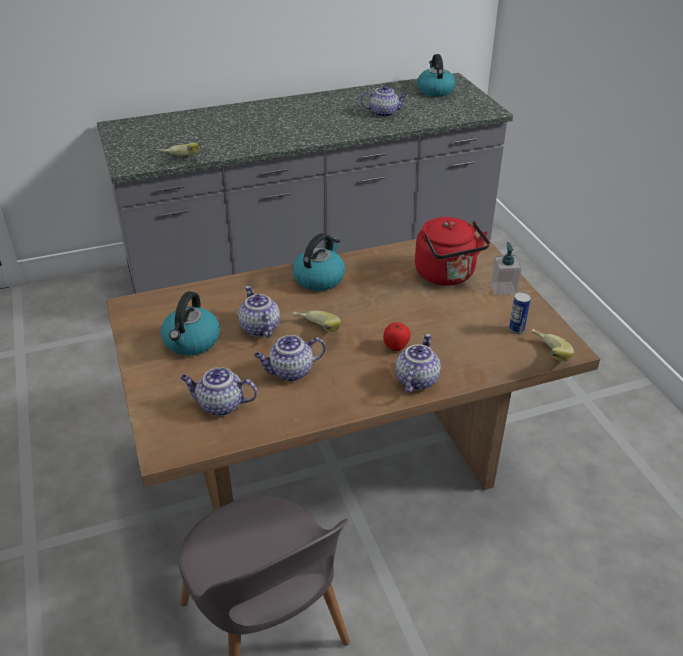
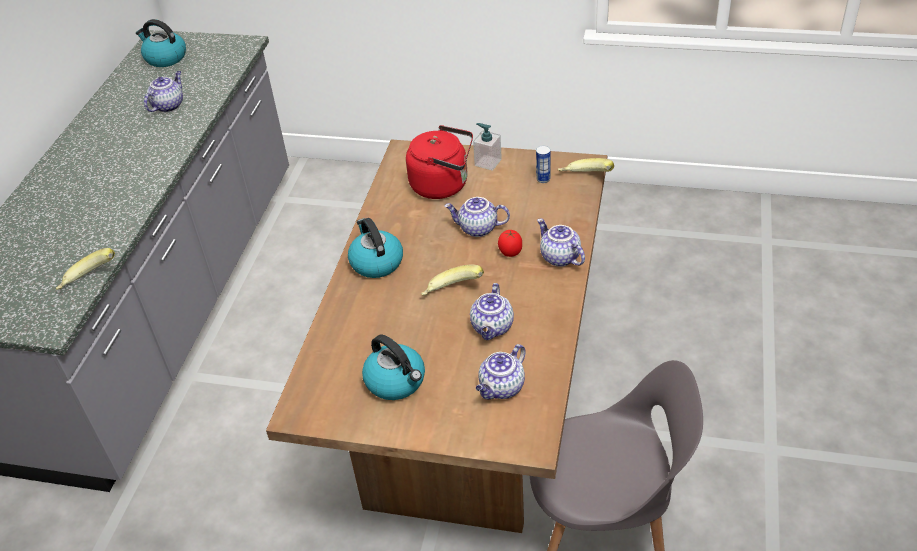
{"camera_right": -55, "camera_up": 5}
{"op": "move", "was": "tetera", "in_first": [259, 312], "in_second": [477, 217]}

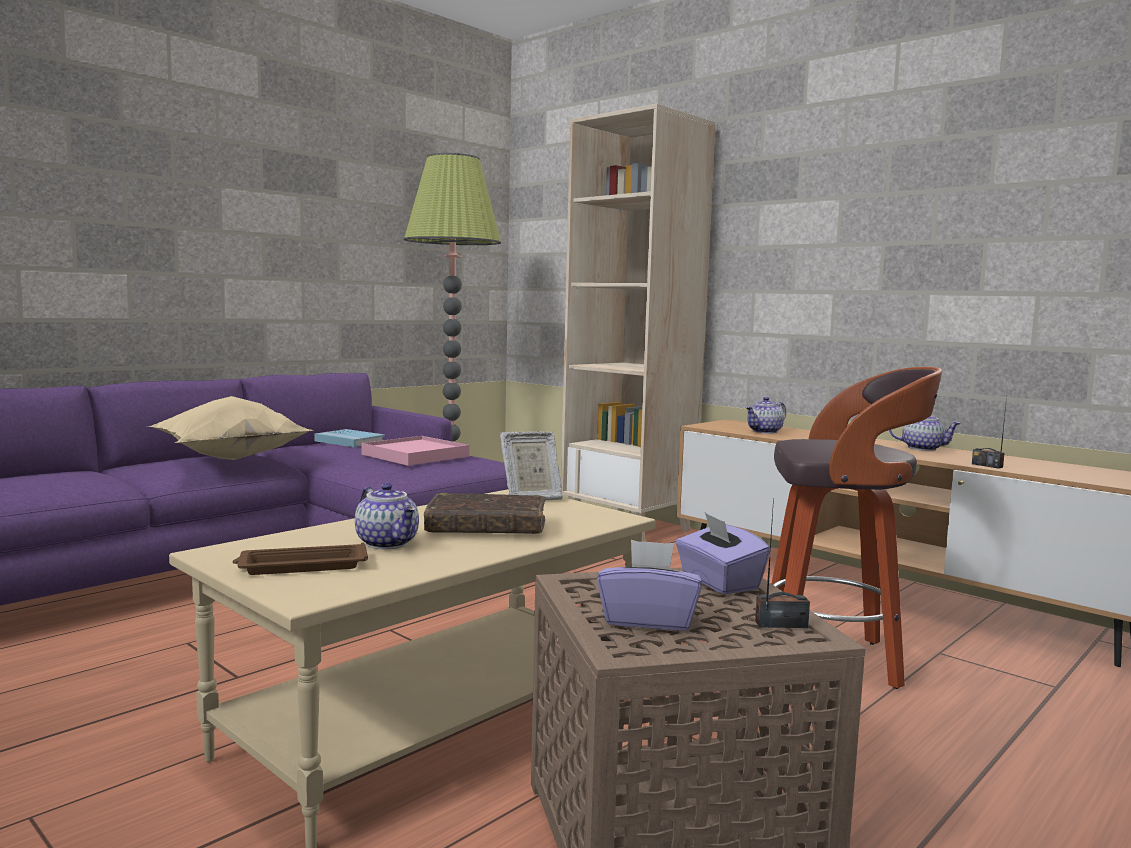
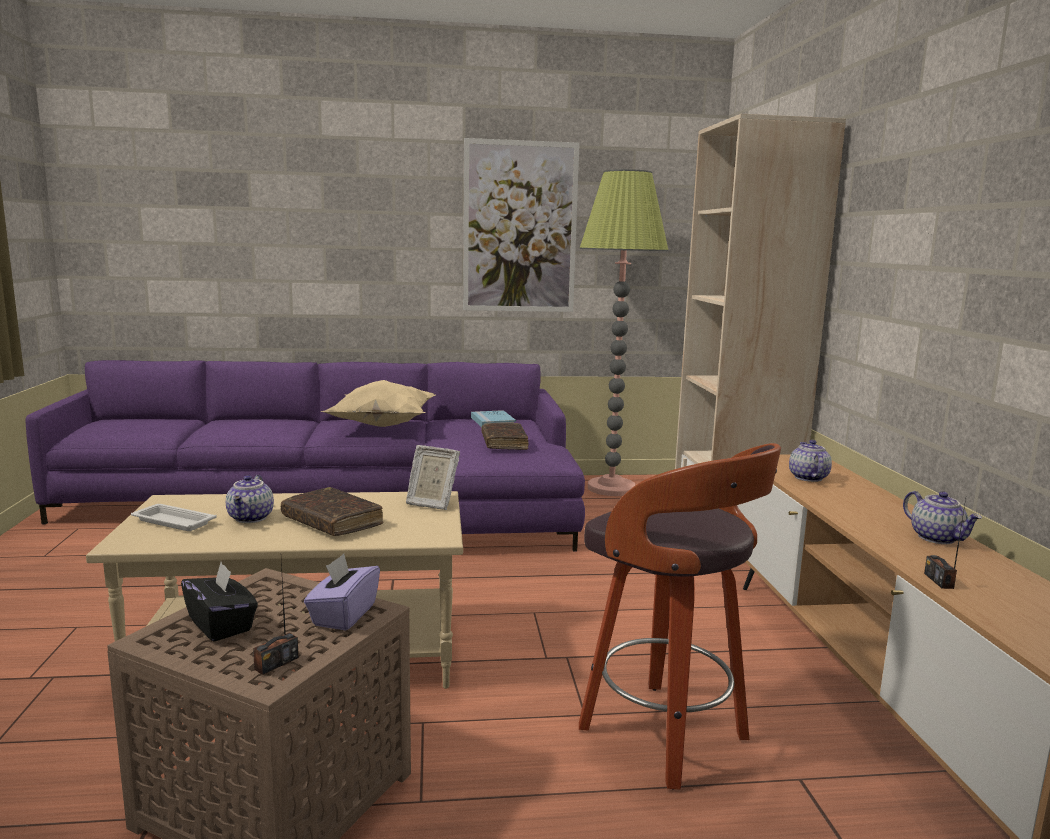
{"camera_right": 40, "camera_up": 5}
{"op": "insert", "now": "cuadro", "in_second": [521, 225]}
{"op": "replace", "was": "bandeja (rosa)", "now": "libro (marrón)", "in_first": [415, 451], "in_second": [505, 436]}
{"op": "recolor", "was": "bandeja (marrón)", "now": "bandeja (blanco)", "in_first": [300, 558], "in_second": [173, 517]}
{"op": "recolor", "was": "caja de pañuelos (morado)", "now": "caja de pañuelos (negro)", "in_first": [649, 585], "in_second": [219, 602]}
{"op": "rotate", "was": "tetera", "in_first": [765, 415], "in_second": [810, 461], "clockwise": 90}
{"op": "rotate", "was": "radio", "in_first": [782, 563], "in_second": [276, 618], "clockwise": 90}

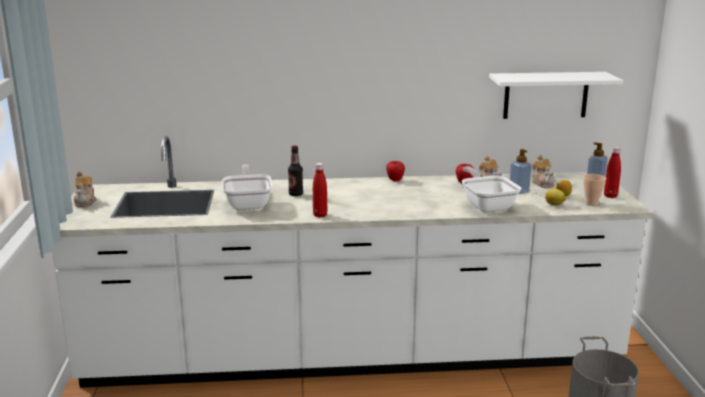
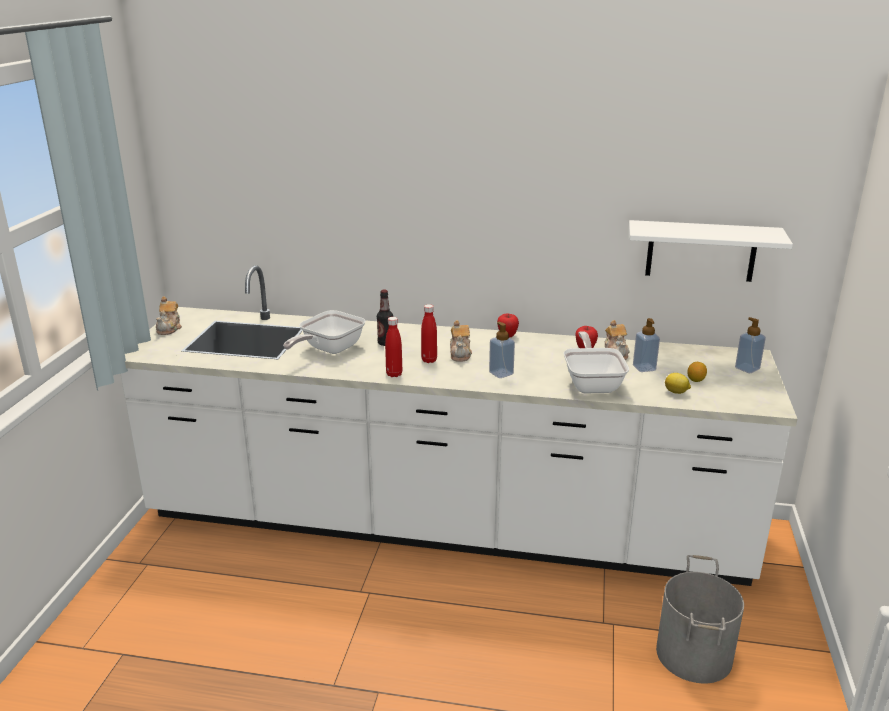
{"camera_right": 15, "camera_up": 5}
{"op": "delete", "was": "taza", "in_first": [594, 190]}
{"op": "insert", "now": "dispensador de jabón", "in_second": [502, 350]}
{"op": "move", "was": "tetera", "in_first": [543, 171], "in_second": [461, 341]}
{"op": "move", "was": "botella (rojo)", "in_first": [612, 172], "in_second": [429, 333]}
{"op": "rotate", "was": "sartén", "in_first": [247, 187], "in_second": [324, 332], "clockwise": -150}

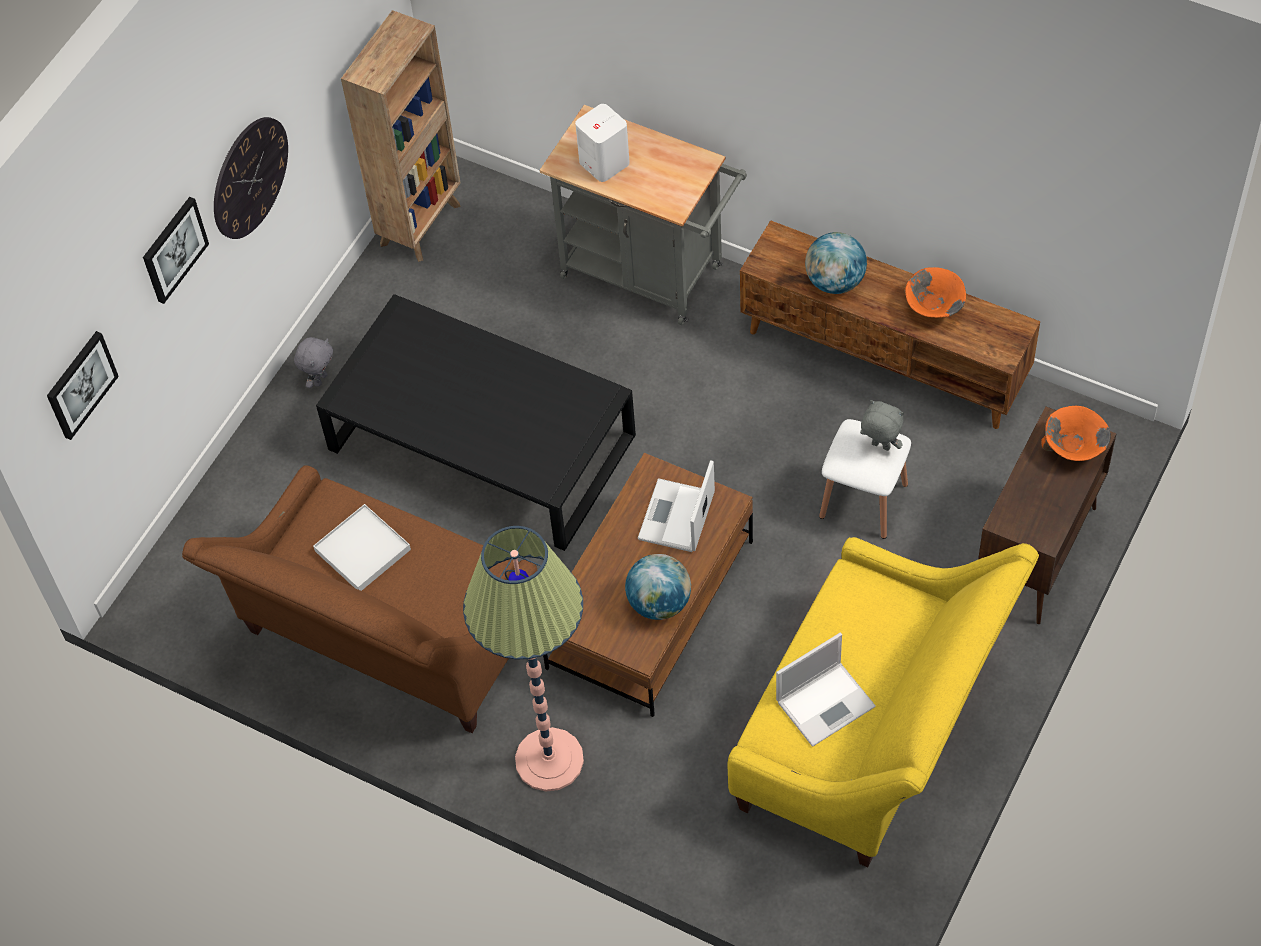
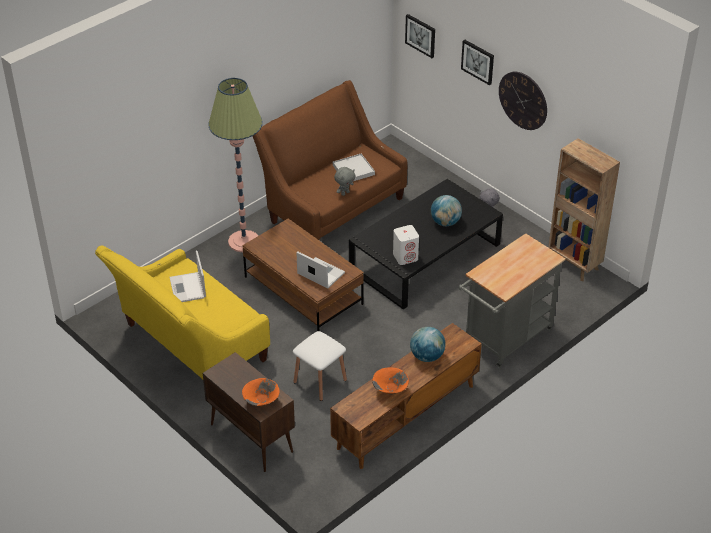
{"camera_right": 105, "camera_up": -15}
{"op": "move", "was": "altavoz (blanco)", "in_first": [602, 143], "in_second": [406, 245]}
{"op": "move", "was": "globo terráqueo", "in_first": [658, 587], "in_second": [446, 210]}
{"op": "move", "was": "peluche (gris)", "in_first": [882, 425], "in_second": [345, 181]}

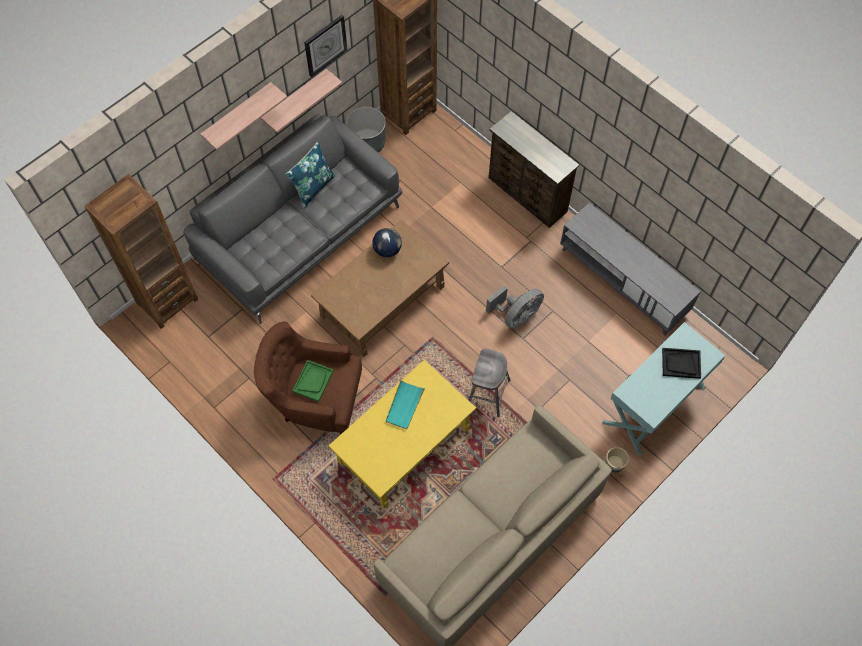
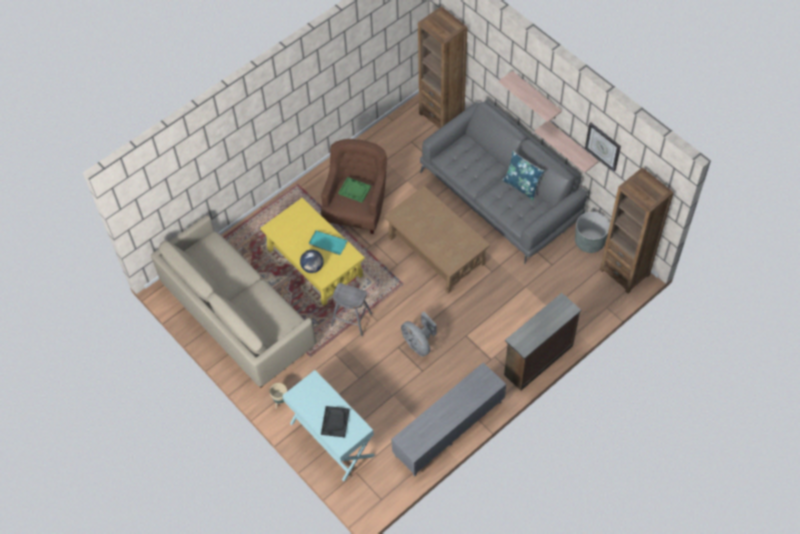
{"camera_right": 95, "camera_up": -5}
{"op": "move", "was": "globo terráqueo", "in_first": [387, 242], "in_second": [312, 261]}

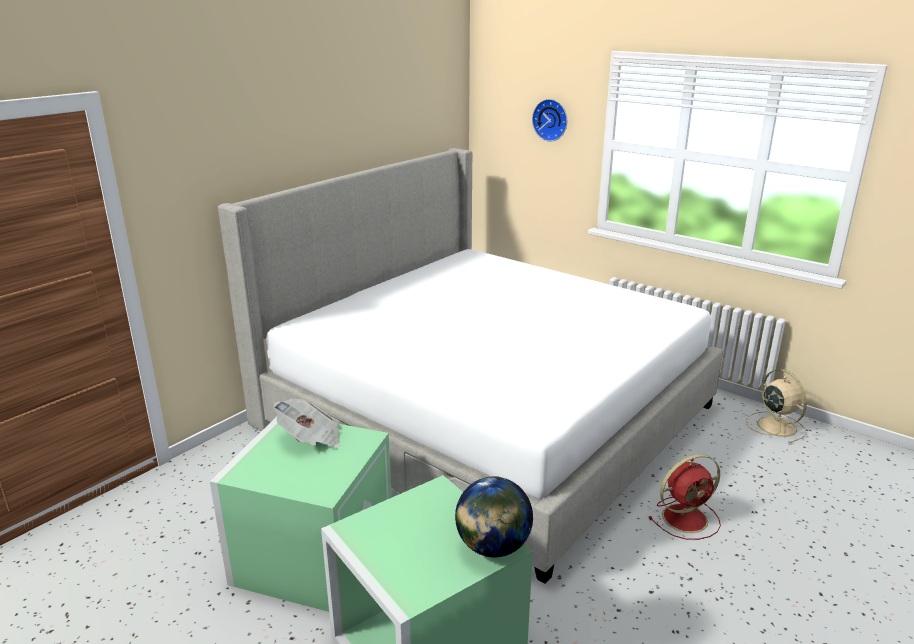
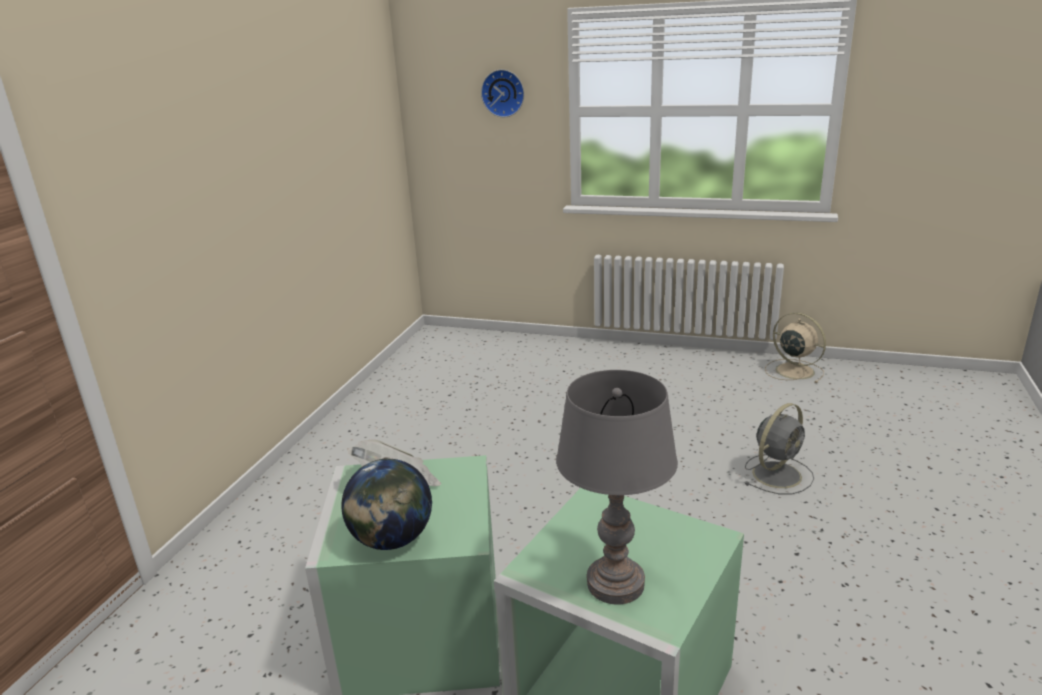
{"camera_right": -20, "camera_up": 0}
{"op": "delete", "was": "cama", "in_first": [470, 366]}
{"op": "insert", "now": "lámpara de mesa (gris)", "in_second": [617, 487]}
{"op": "move", "was": "globo terráqueo", "in_first": [494, 516], "in_second": [387, 504]}
{"op": "recolor", "was": "ventilador (rojo)", "now": "ventilador (gris)", "in_first": [684, 497], "in_second": [779, 448]}

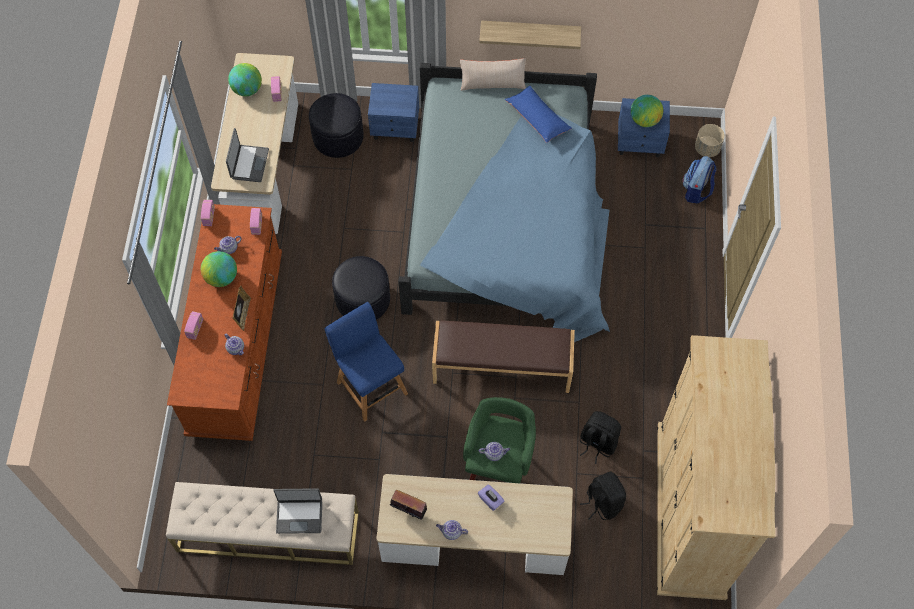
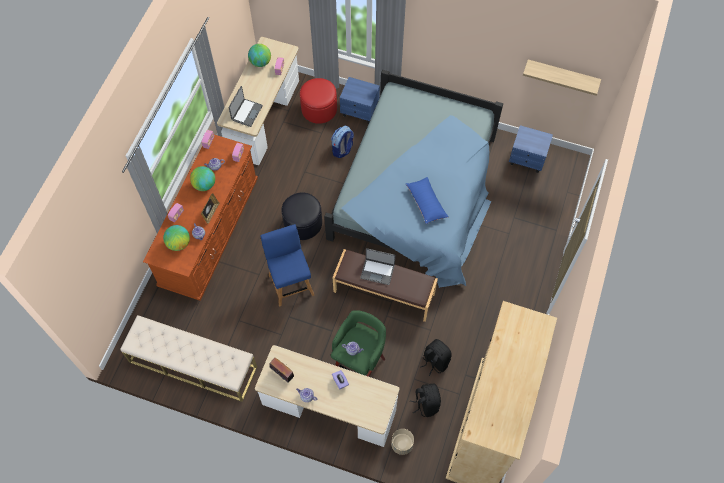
{"camera_right": 15, "camera_up": 0}
{"op": "delete", "was": "cojín (beis)", "in_first": [493, 74]}
{"op": "move", "was": "portátil", "in_first": [298, 511], "in_second": [377, 266]}
{"op": "move", "was": "estante", "in_first": [530, 35], "in_second": [562, 77]}
{"op": "move", "was": "cojín (azul)", "in_first": [538, 114], "in_second": [427, 200]}
{"op": "move", "was": "globo terráqueo", "in_first": [647, 111], "in_second": [176, 238]}
{"op": "move", "was": "mochila", "in_first": [700, 179], "in_second": [342, 142]}
{"op": "move", "was": "maceta (beis)", "in_first": [710, 140], "in_second": [402, 442]}
{"op": "recolor", "was": "puf (negro)", "now": "puf (rojo)", "in_first": [336, 125], "in_second": [318, 101]}

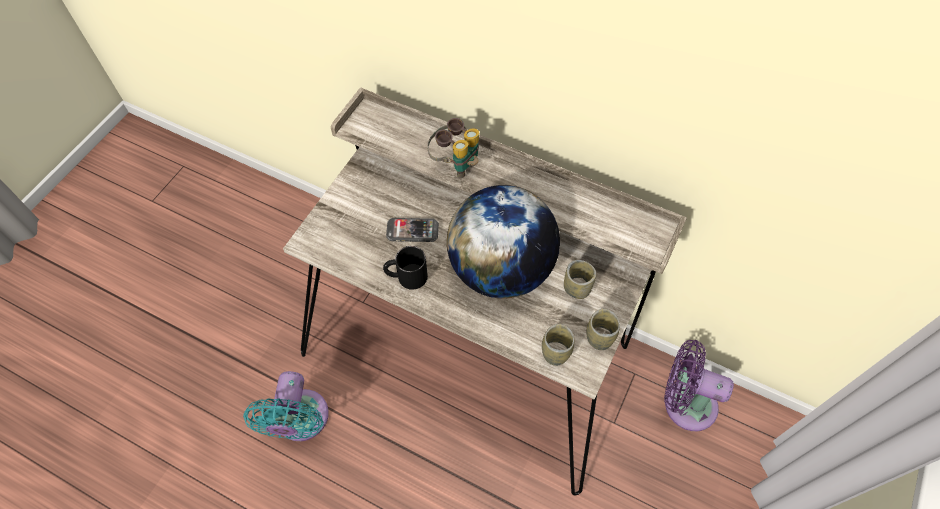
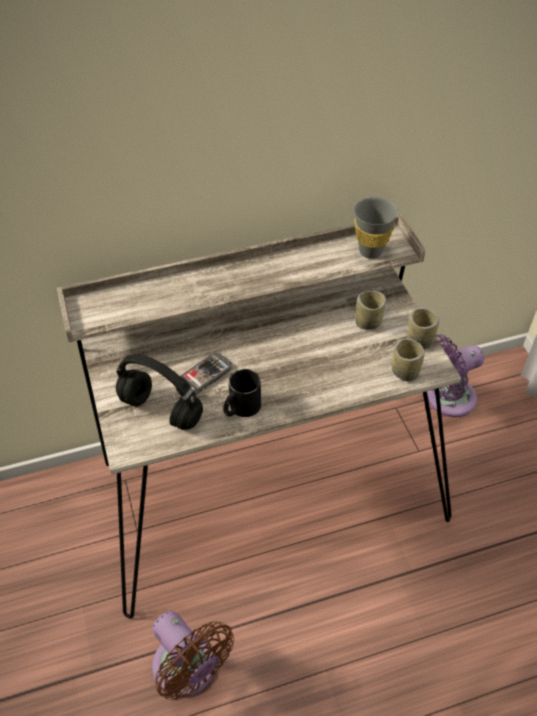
{"camera_right": -45, "camera_up": -10}
{"op": "delete", "was": "prismáticos", "in_first": [453, 148]}
{"op": "delete", "was": "globo terráqueo", "in_first": [503, 242]}
{"op": "insert", "now": "auriculares (negro)", "in_second": [159, 392]}
{"op": "insert", "now": "taza (gris)", "in_second": [376, 228]}
{"op": "recolor", "was": "ventilador (turquesa)", "now": "ventilador (marrón)", "in_first": [286, 406], "in_second": [193, 655]}

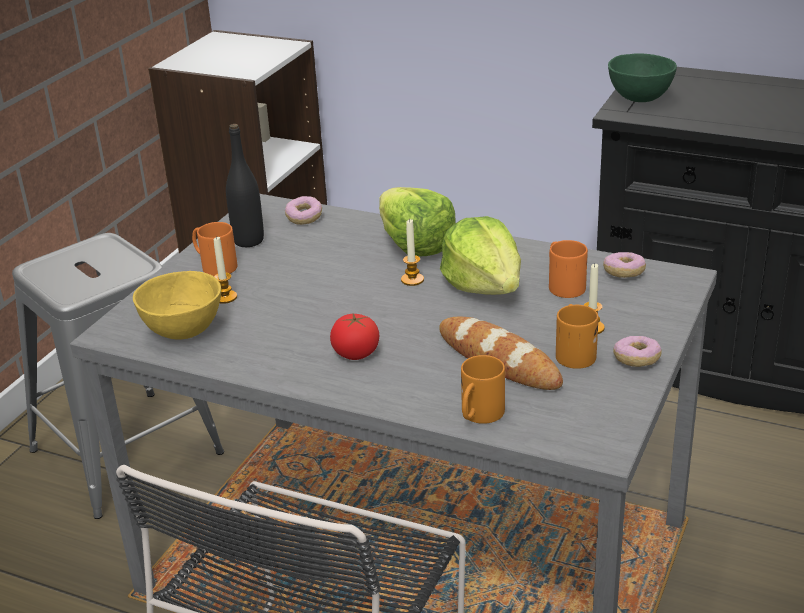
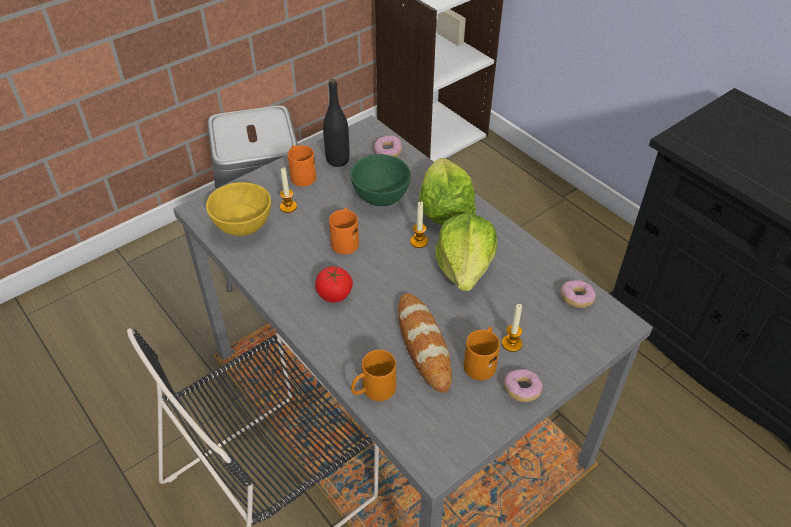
{"camera_right": 25, "camera_up": 15}
{"op": "move", "was": "taza grande (naranja)", "in_first": [568, 269], "in_second": [344, 230]}
{"op": "move", "was": "cuenco (verde)", "in_first": [642, 77], "in_second": [380, 180]}

